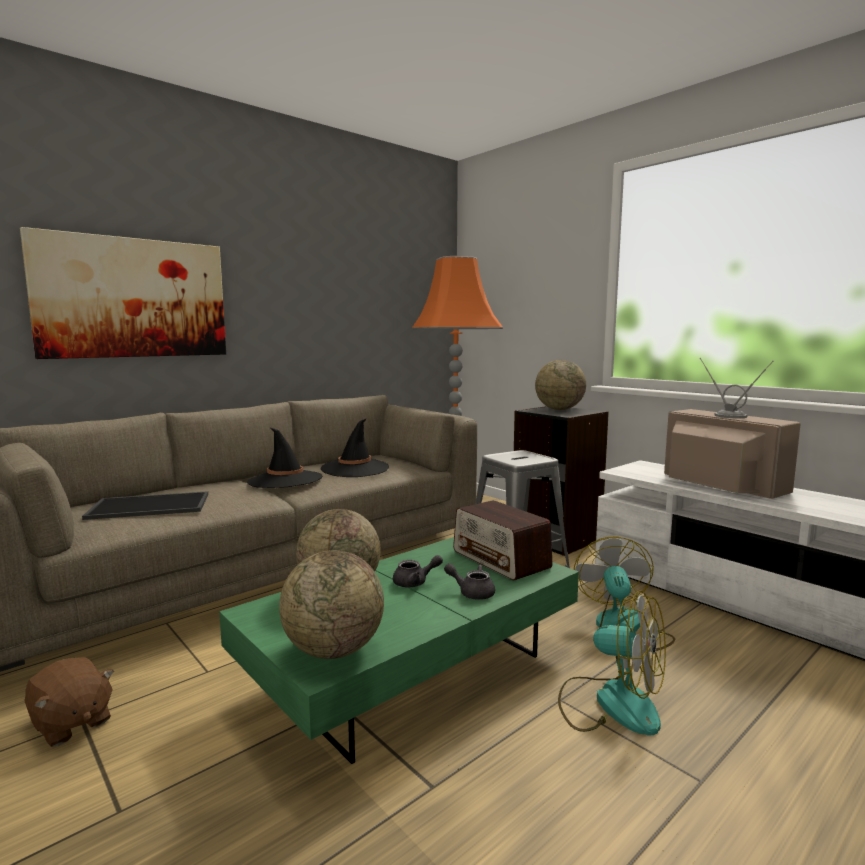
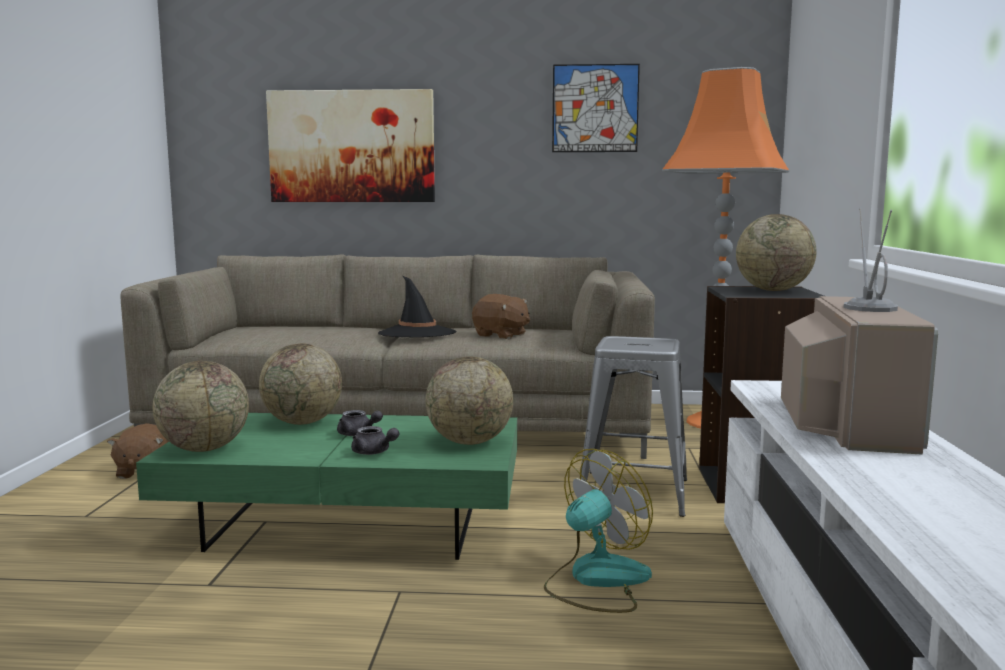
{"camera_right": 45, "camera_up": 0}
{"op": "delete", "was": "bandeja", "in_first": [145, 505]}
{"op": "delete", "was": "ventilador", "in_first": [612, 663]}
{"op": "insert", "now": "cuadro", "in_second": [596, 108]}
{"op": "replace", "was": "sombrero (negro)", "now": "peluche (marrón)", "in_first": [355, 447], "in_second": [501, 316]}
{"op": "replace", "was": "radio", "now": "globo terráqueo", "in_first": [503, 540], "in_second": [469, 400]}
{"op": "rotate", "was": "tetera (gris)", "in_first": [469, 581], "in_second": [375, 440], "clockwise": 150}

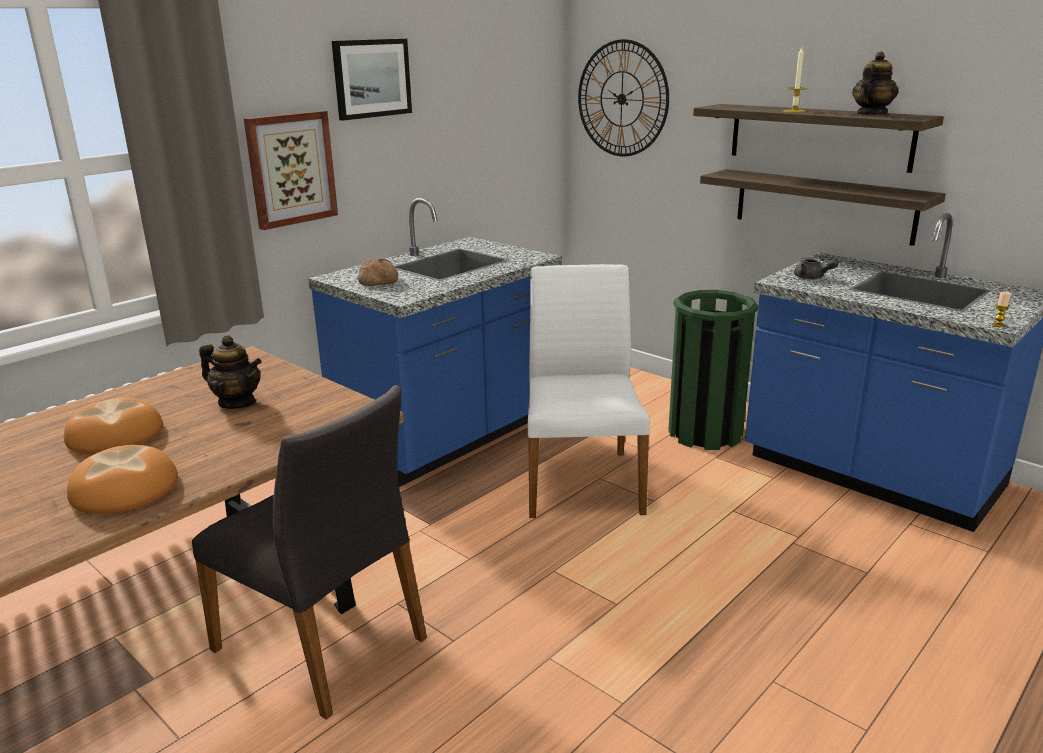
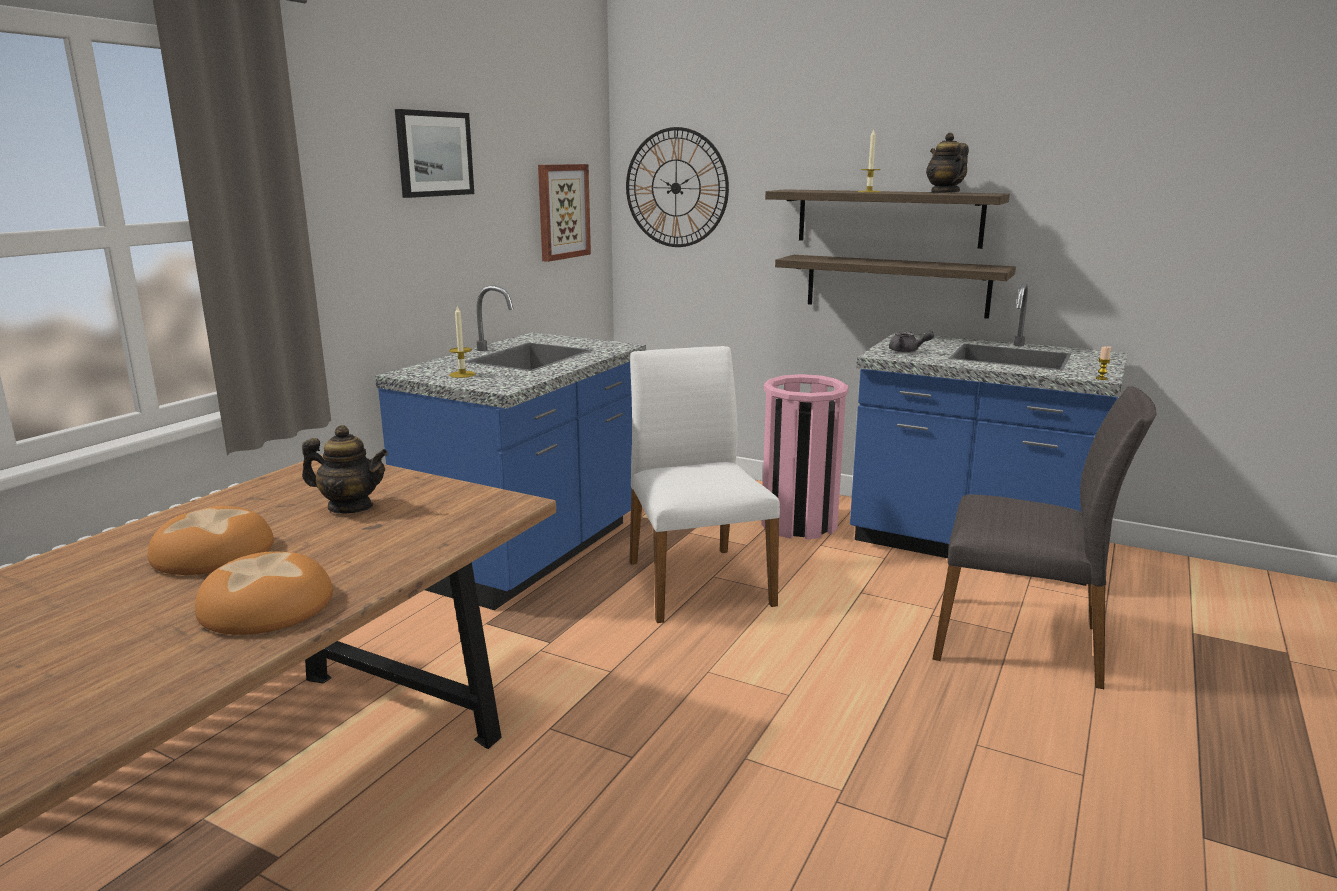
{"camera_right": -15, "camera_up": -5}
{"op": "move", "was": "silla (gris)", "in_first": [309, 552], "in_second": [1044, 537]}
{"op": "move", "was": "cuadro", "in_first": [290, 170], "in_second": [564, 213]}
{"op": "replace", "was": "pan", "now": "vela", "in_first": [378, 272], "in_second": [462, 341]}
{"op": "recolor", "was": "papelera (verde)", "now": "papelera (rosa)", "in_first": [713, 370], "in_second": [805, 457]}
{"op": "rotate", "was": "tetera", "in_first": [875, 83], "in_second": [947, 163], "clockwise": -45}

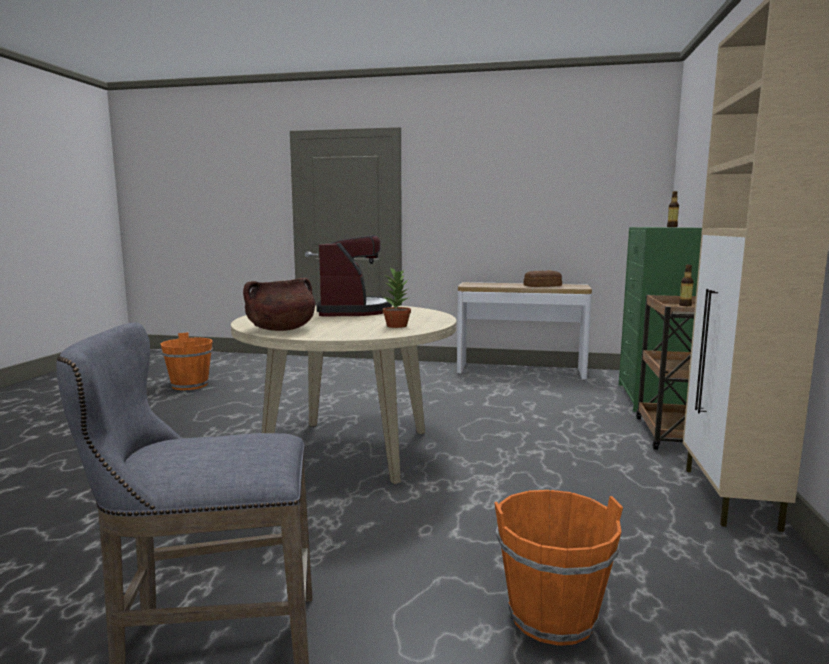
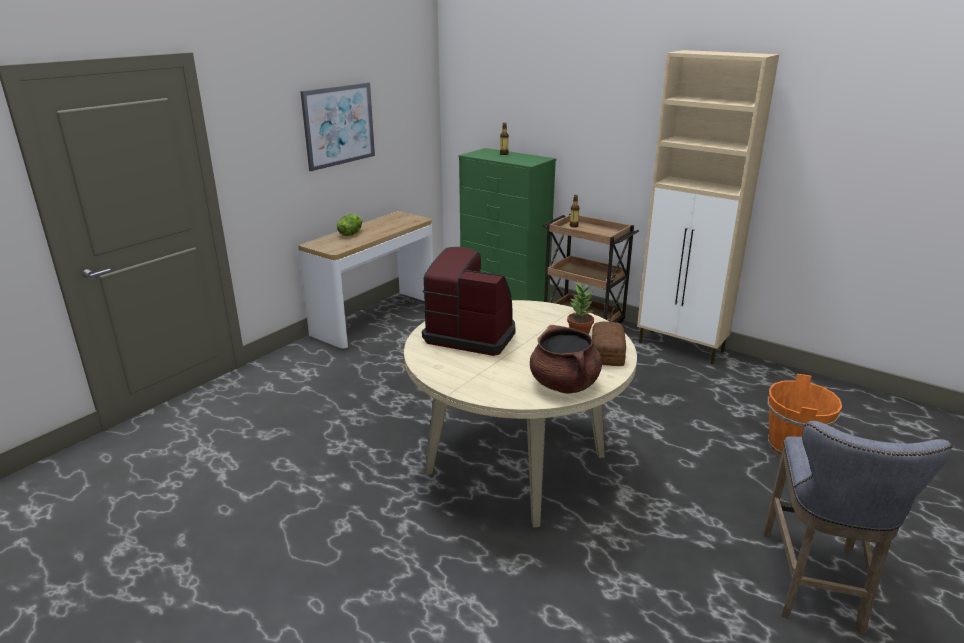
{"camera_right": -65, "camera_up": 15}
{"op": "delete", "was": "cubo (naranja)", "in_first": [187, 361]}
{"op": "insert", "now": "cuadro", "in_second": [337, 126]}
{"op": "insert", "now": "lechuga", "in_second": [349, 225]}
{"op": "move", "was": "pan", "in_first": [542, 278], "in_second": [609, 343]}

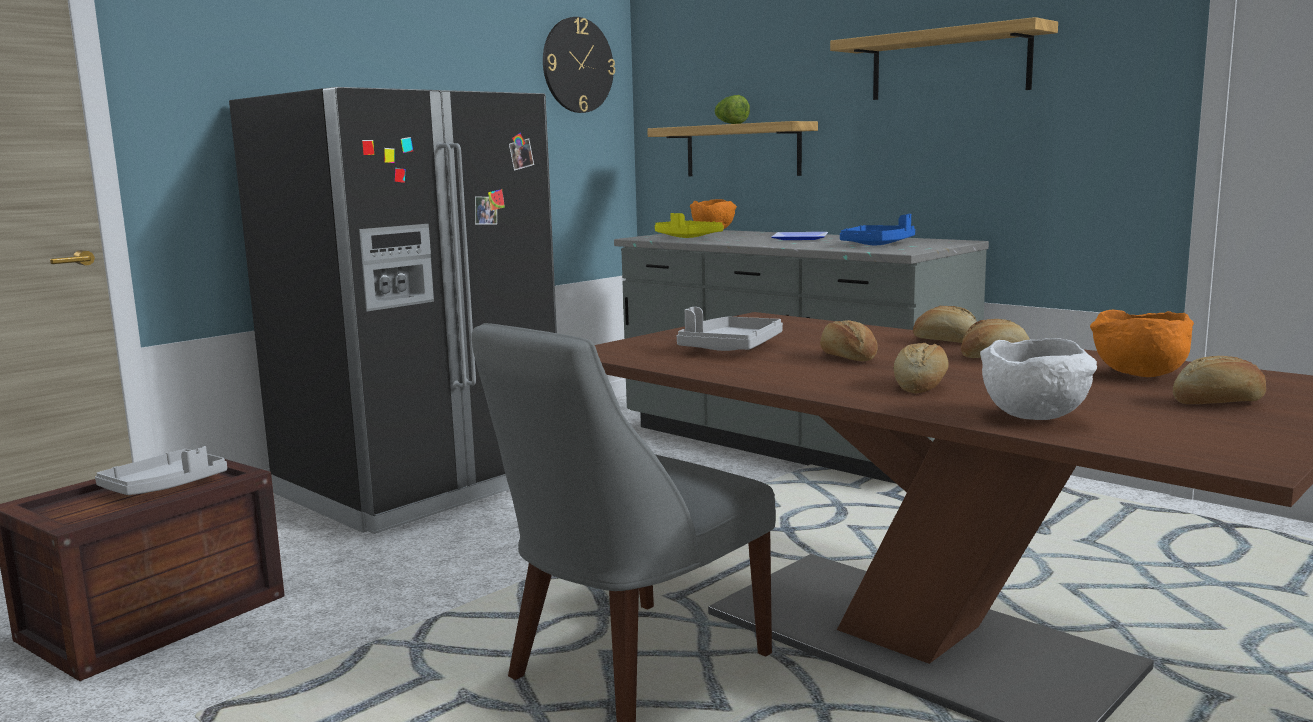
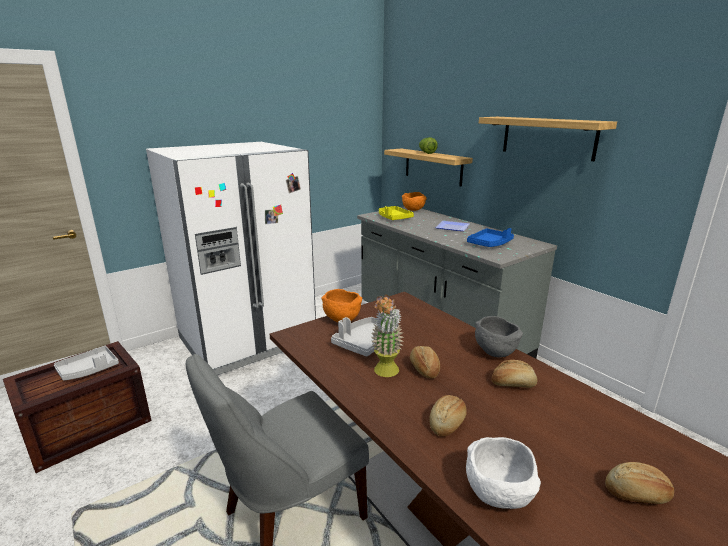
{"camera_right": 10, "camera_up": 10}
{"op": "delete", "was": "reloj de pared", "in_first": [579, 65]}
{"op": "insert", "now": "planta en maceta", "in_second": [387, 335]}
{"op": "move", "was": "cuenco (naranja)", "in_first": [1142, 343], "in_second": [341, 305]}
{"op": "replace", "was": "pan", "now": "cuenco (gris)", "in_first": [945, 324], "in_second": [499, 337]}
{"op": "recolor", "was": "nevera (negro)", "now": "nevera (blanco)", "in_first": [393, 310], "in_second": [231, 258]}

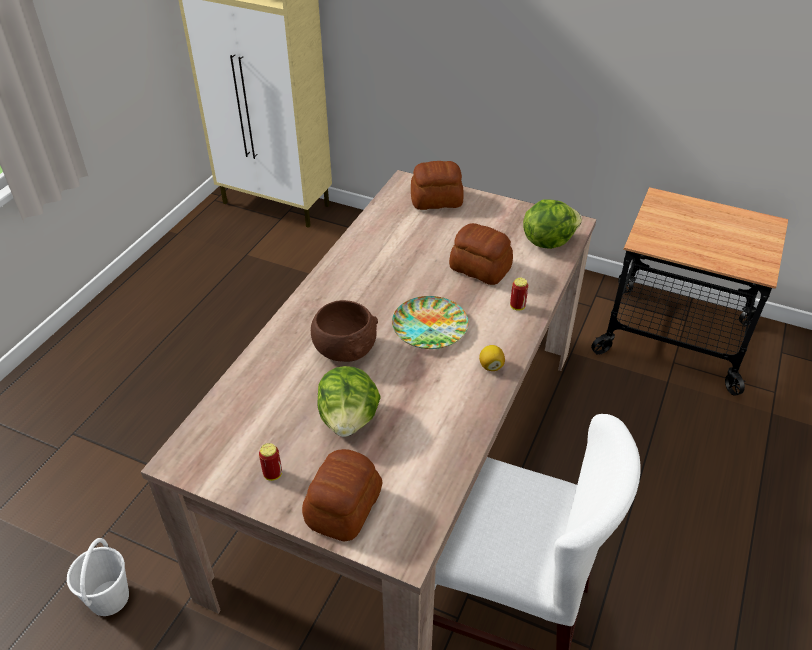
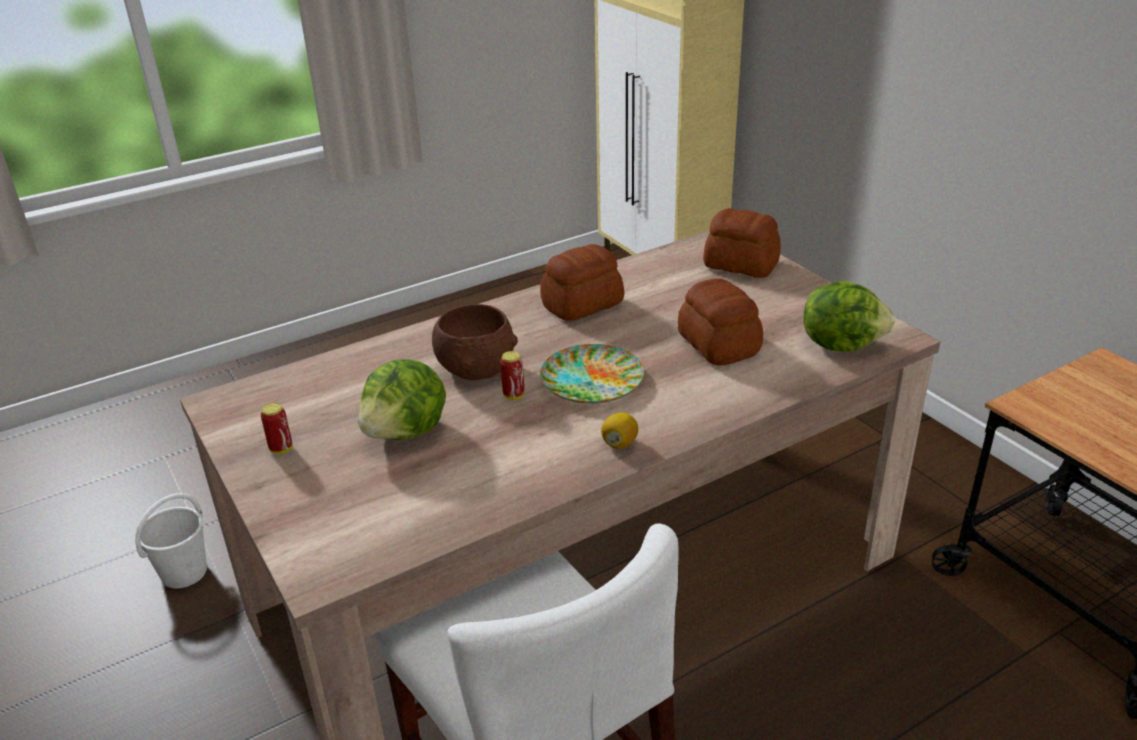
{"camera_right": 35, "camera_up": -10}
{"op": "move", "was": "pan", "in_first": [342, 495], "in_second": [582, 282]}
{"op": "move", "was": "lata", "in_first": [519, 294], "in_second": [512, 375]}

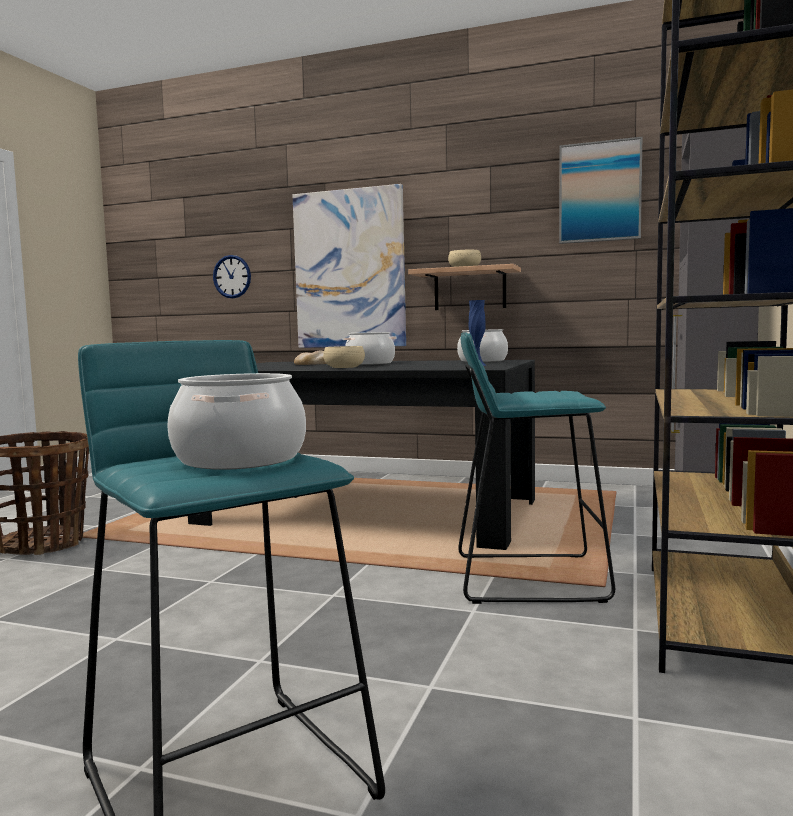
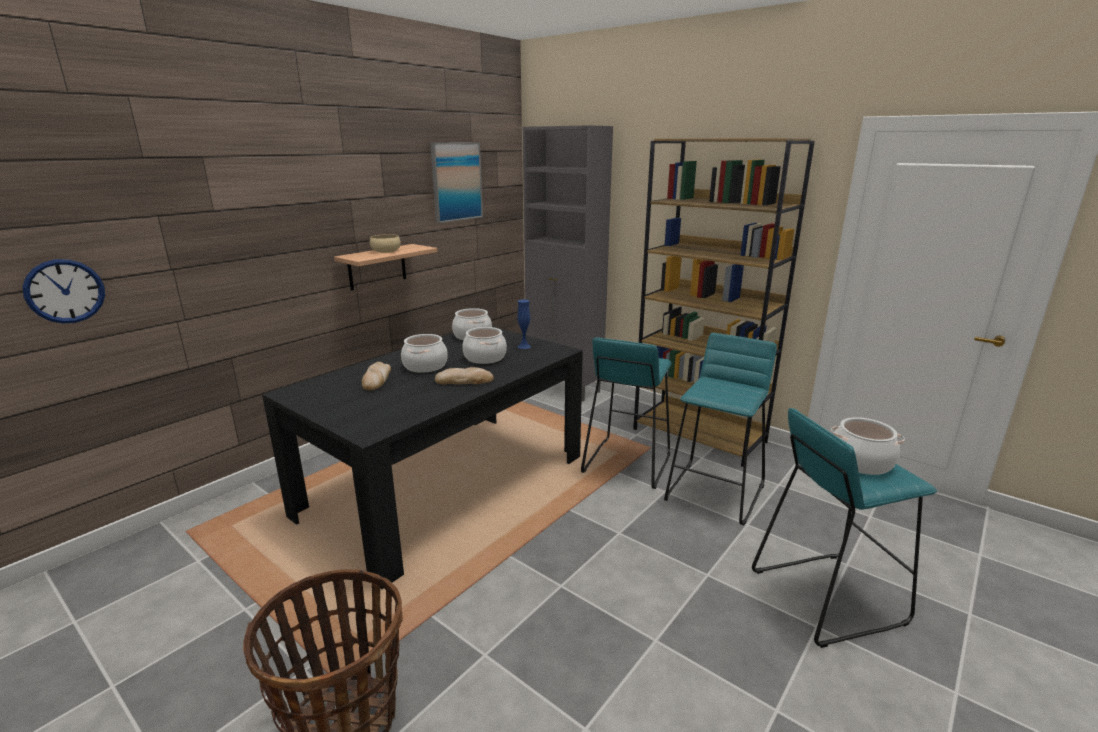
{"camera_right": -70, "camera_up": 15}
{"op": "delete", "was": "cuadro", "in_first": [349, 266]}
{"op": "insert", "now": "olla", "in_second": [484, 345]}
{"op": "insert", "now": "taburete (turquesa)", "in_second": [720, 429]}
{"op": "replace", "was": "cuenco (beis)", "now": "pan", "in_first": [344, 357], "in_second": [464, 376]}

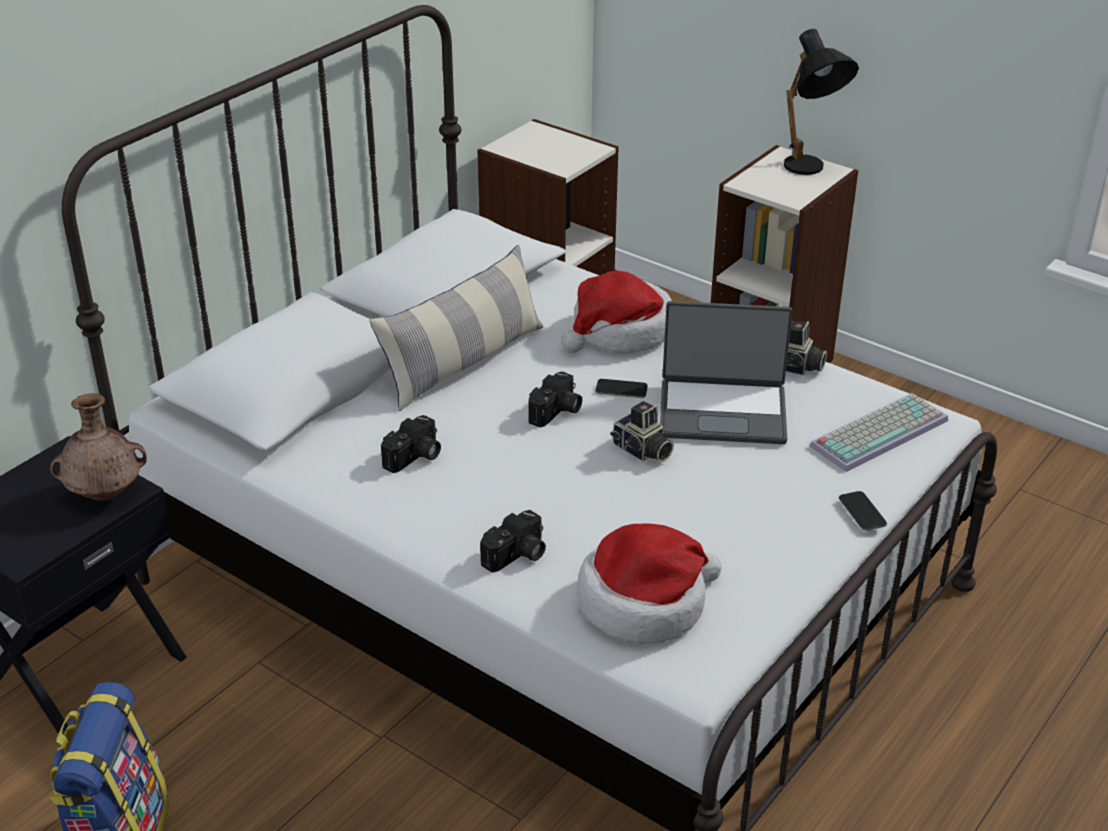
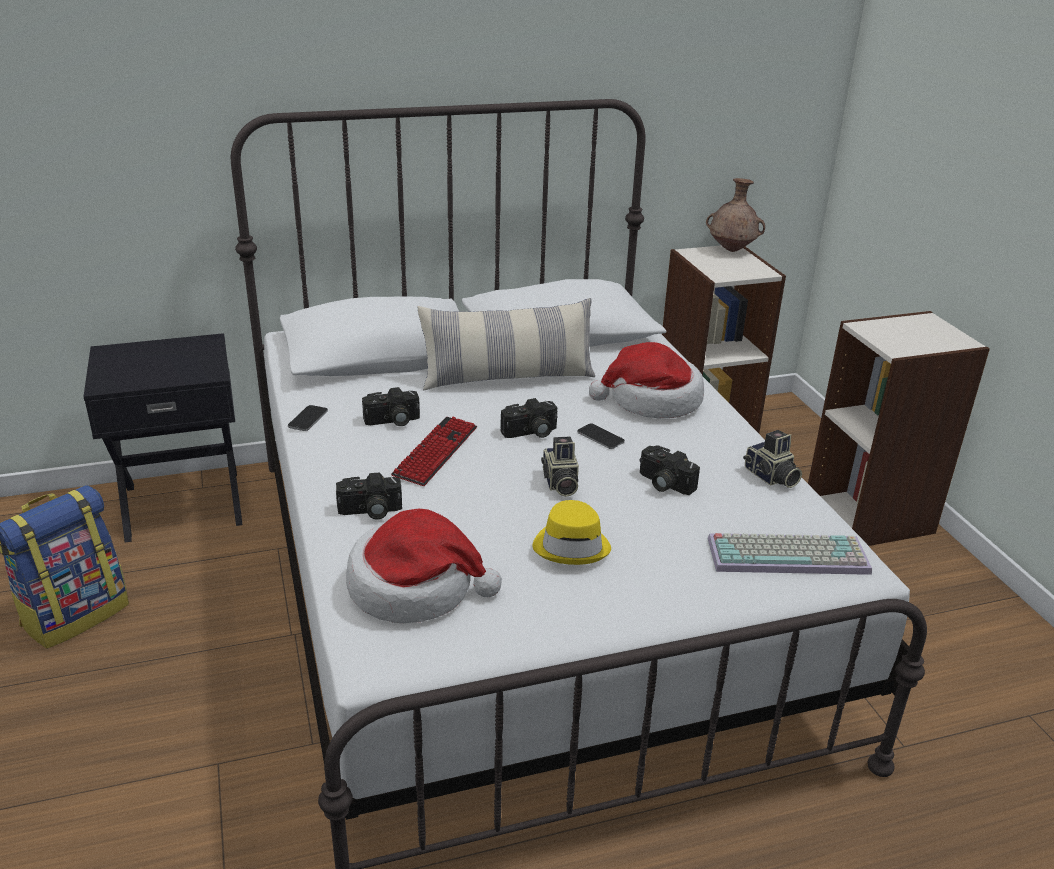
{"camera_right": 35, "camera_up": -5}
{"op": "delete", "was": "lámpara de mesa (negro)", "in_first": [821, 102]}
{"op": "insert", "now": "teclado", "in_second": [434, 451]}
{"op": "insert", "now": "sombrero (amarillo)", "in_second": [572, 532]}
{"op": "move", "was": "florero (marrón)", "in_first": [98, 447], "in_second": [735, 215]}
{"op": "move", "was": "móvil", "in_first": [863, 511], "in_second": [308, 418]}
{"op": "replace", "was": "portátil", "now": "cámara", "in_first": [726, 372], "in_second": [669, 470]}

